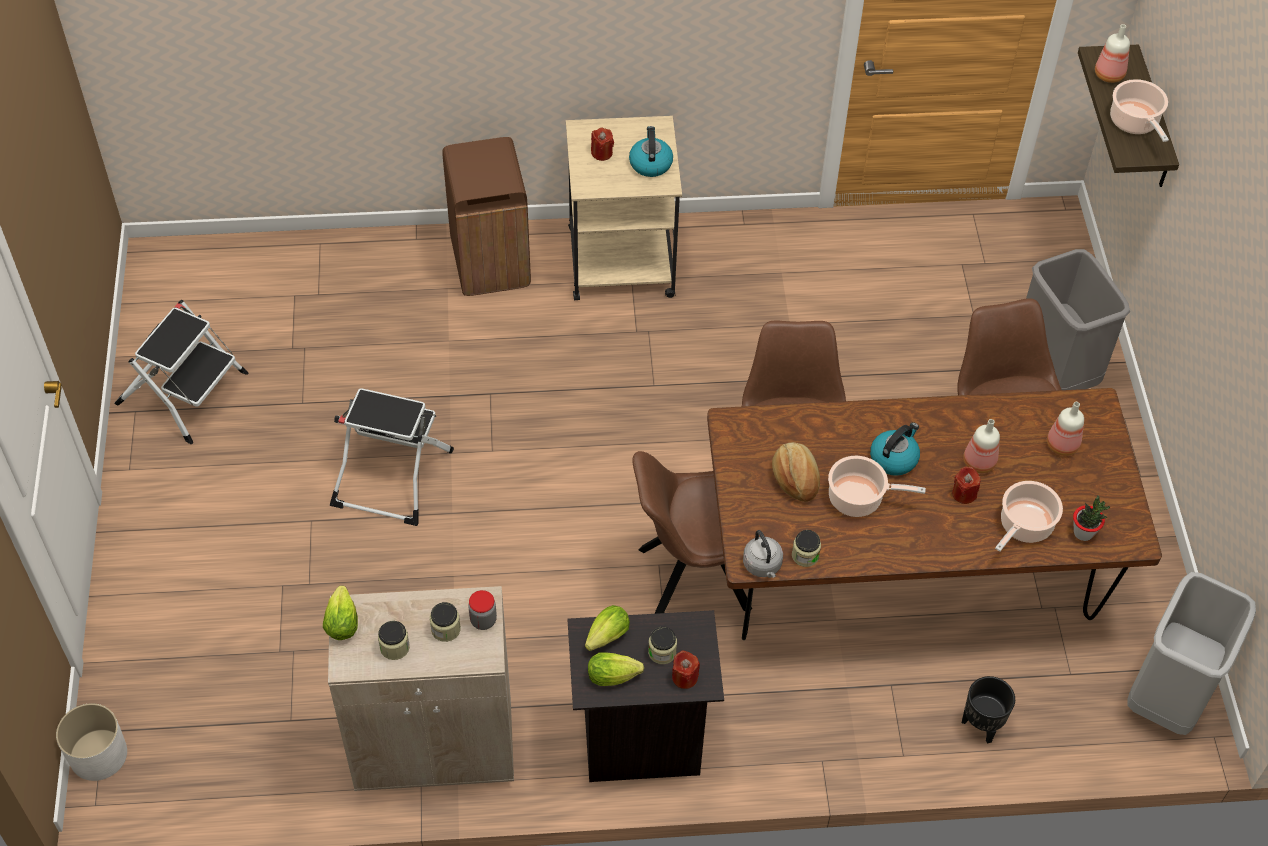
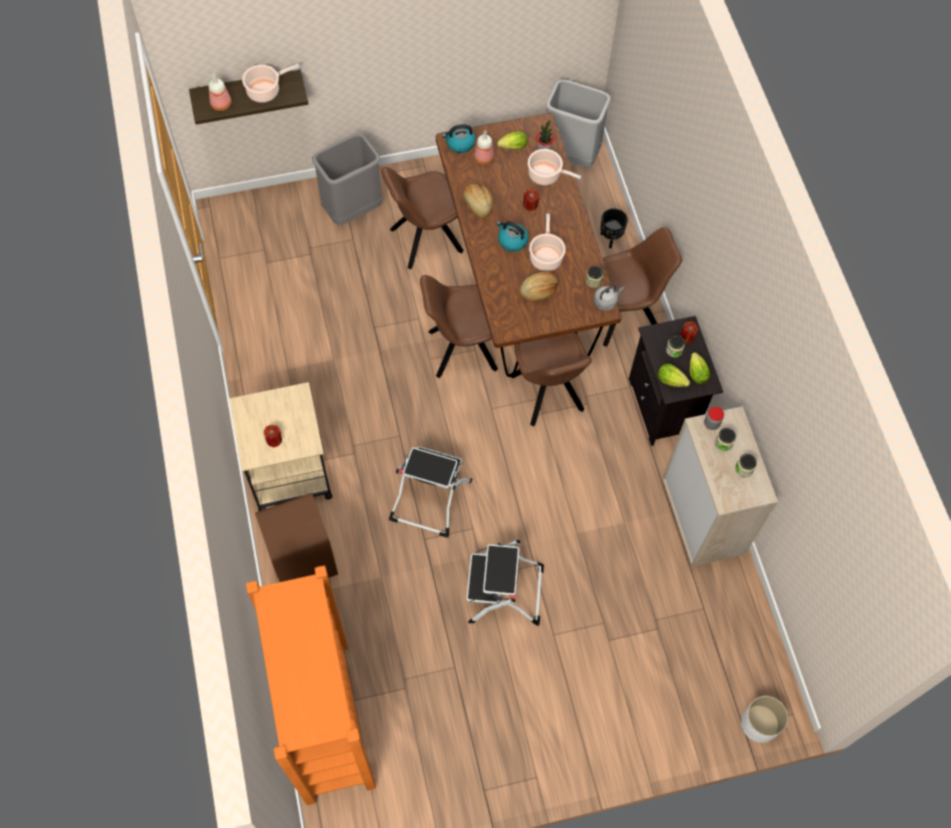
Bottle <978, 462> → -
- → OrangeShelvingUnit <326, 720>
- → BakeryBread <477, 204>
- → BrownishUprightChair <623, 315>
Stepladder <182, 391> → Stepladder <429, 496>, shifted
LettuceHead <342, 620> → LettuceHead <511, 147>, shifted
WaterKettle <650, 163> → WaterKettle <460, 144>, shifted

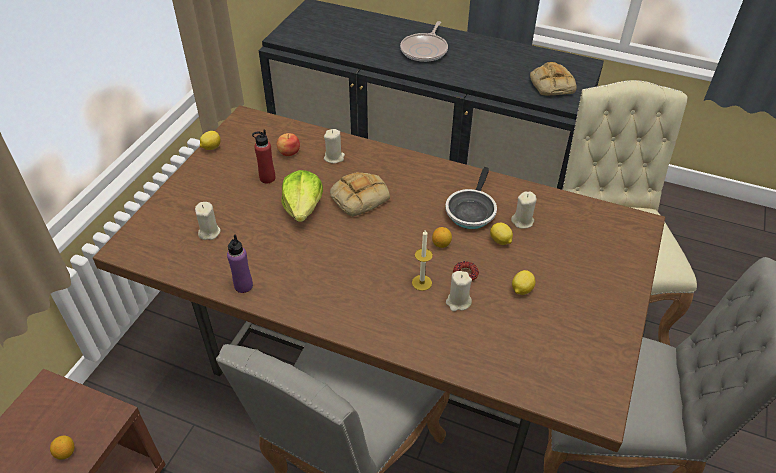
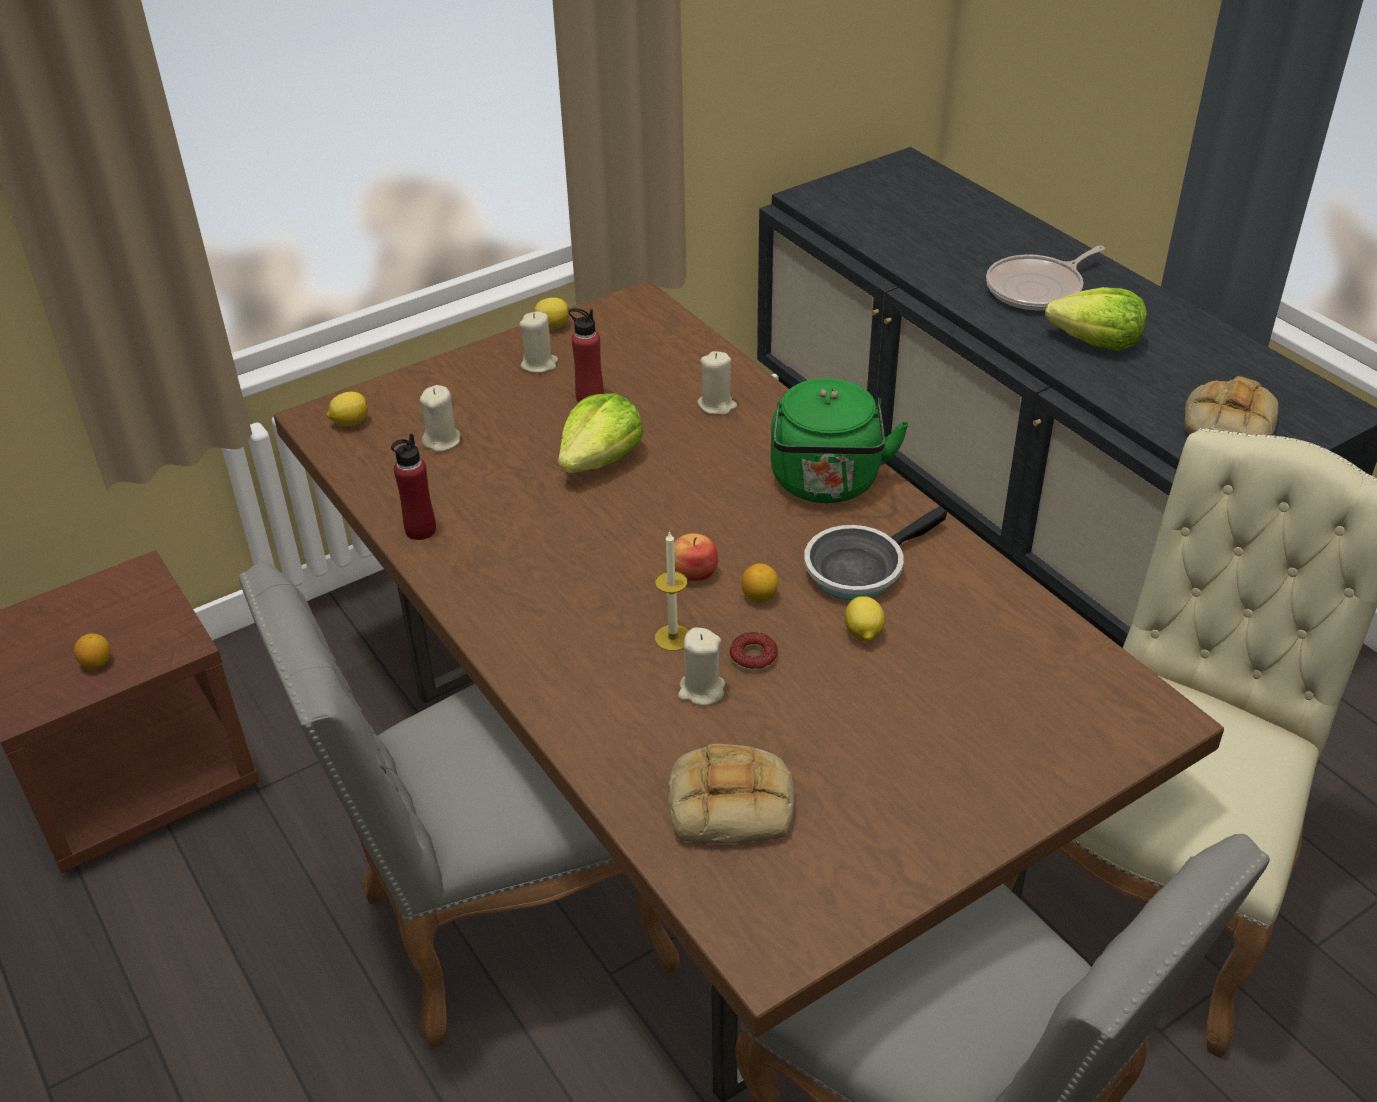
- → GreenWaterKettle <826, 484>
- → LettuceHead <1096, 342>
WholeApple <289, 152> → WholeApple <693, 572>, shifted
BakeryBread <360, 197> → BakeryBread <733, 802>, shifted
SandColouredWaxCandle <522, 221> → SandColouredWaxCandle <539, 364>, shifted
WholeLemon <521, 290> → WholeLemon <350, 423>, shifted
PurpleBottle <243, 286> → RedBottle <420, 530>

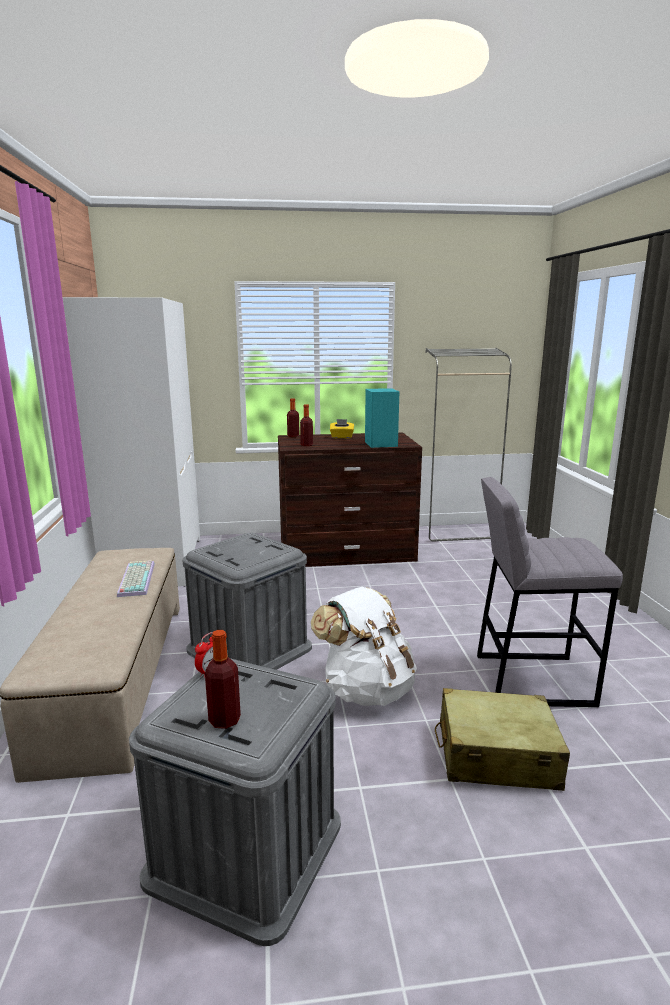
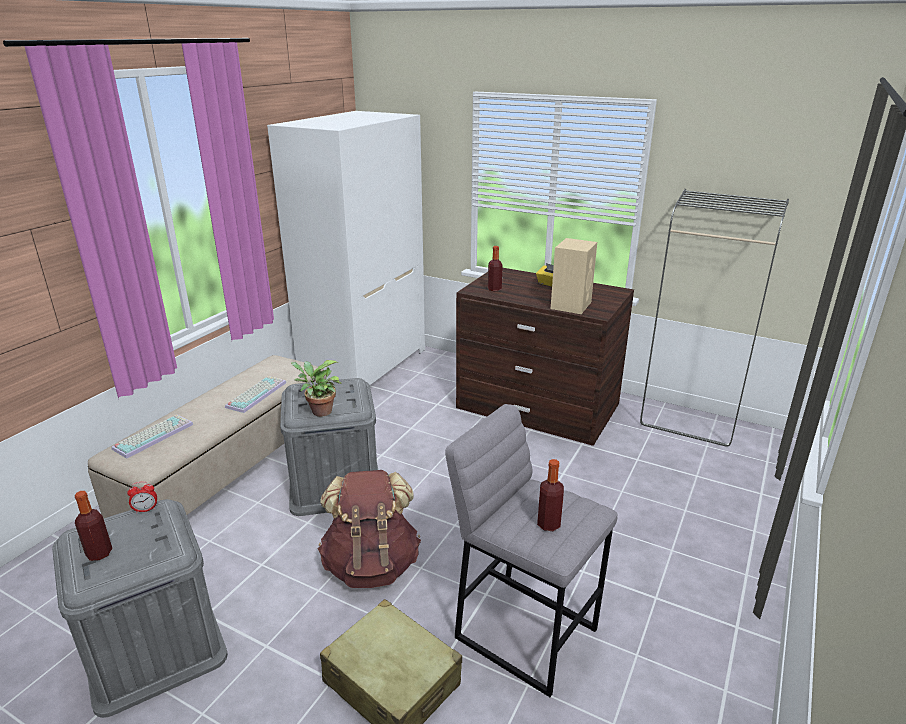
- → PcKeyboard <153, 435>
- → PlantInAPot <319, 411>
Bottle <293, 436> → Bottle <548, 524>, shifted
WhiteRucksack <366, 690> → BrownishRucksack <371, 565>
BlueGreenSpeaker <380, 444> → SandColouredSpeaker <571, 305>

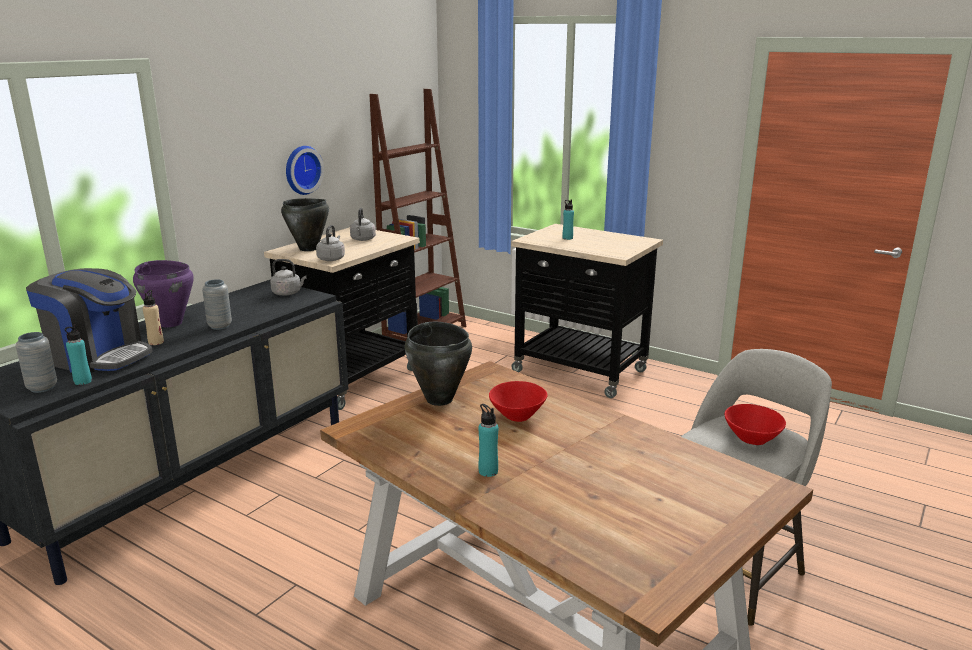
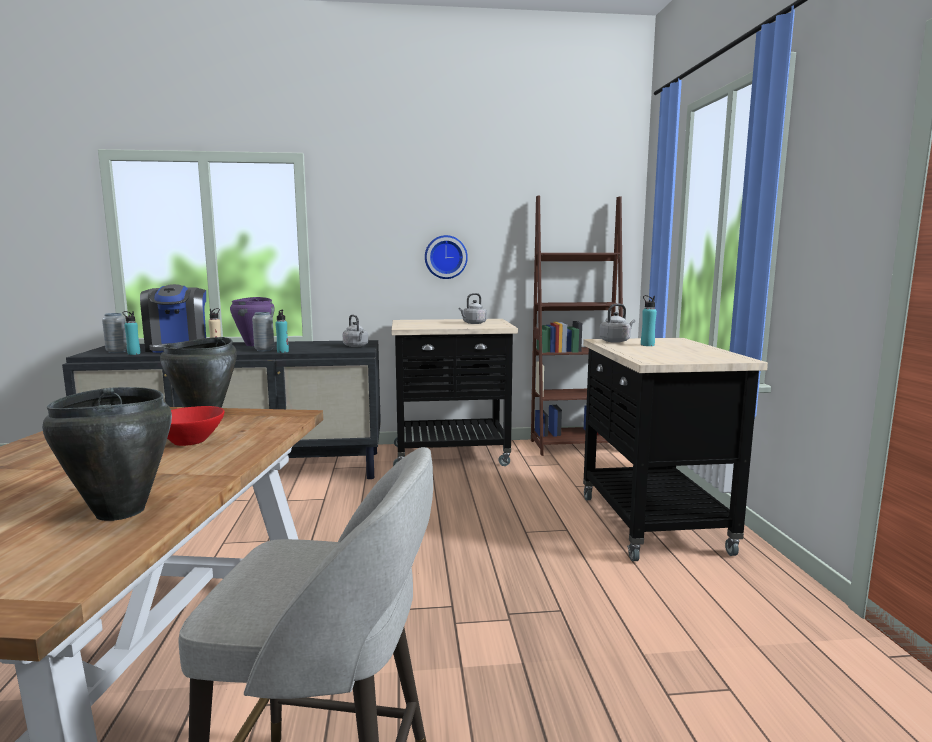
RedServingBowl <752, 440> → -
BlackStockpot <308, 249> → BlackStockpot <119, 512>, shifted
GrayWaterKettle <331, 259> → GrayWaterKettle <616, 341>, shifted
BlueGreenBottle <488, 471> → BlueGreenBottle <283, 351>, shifted

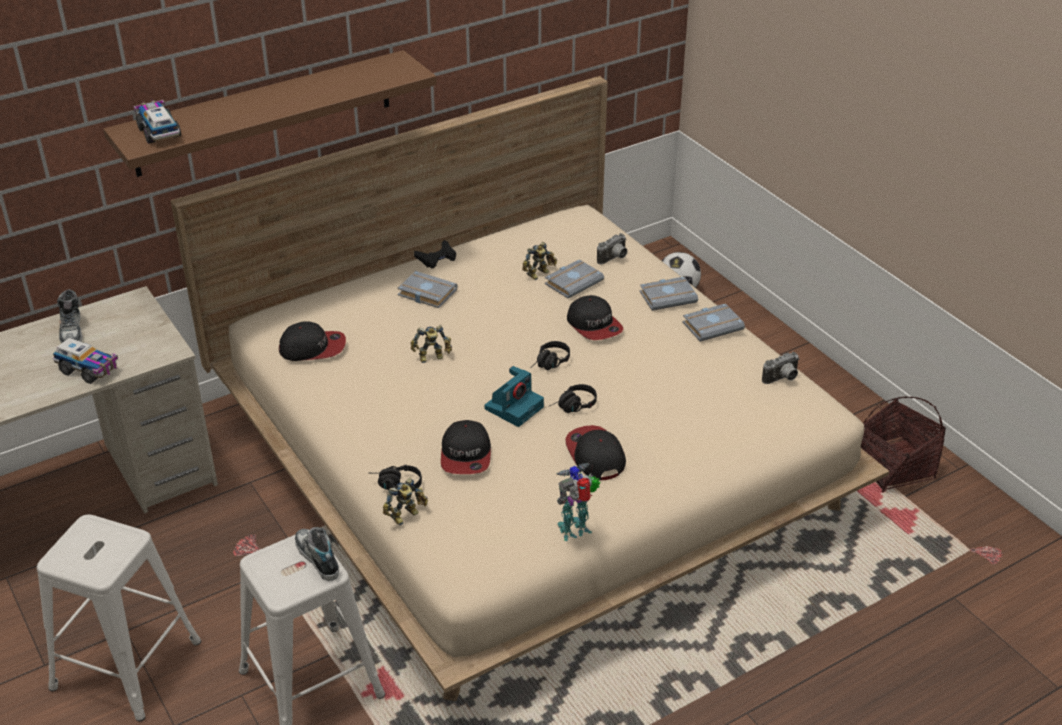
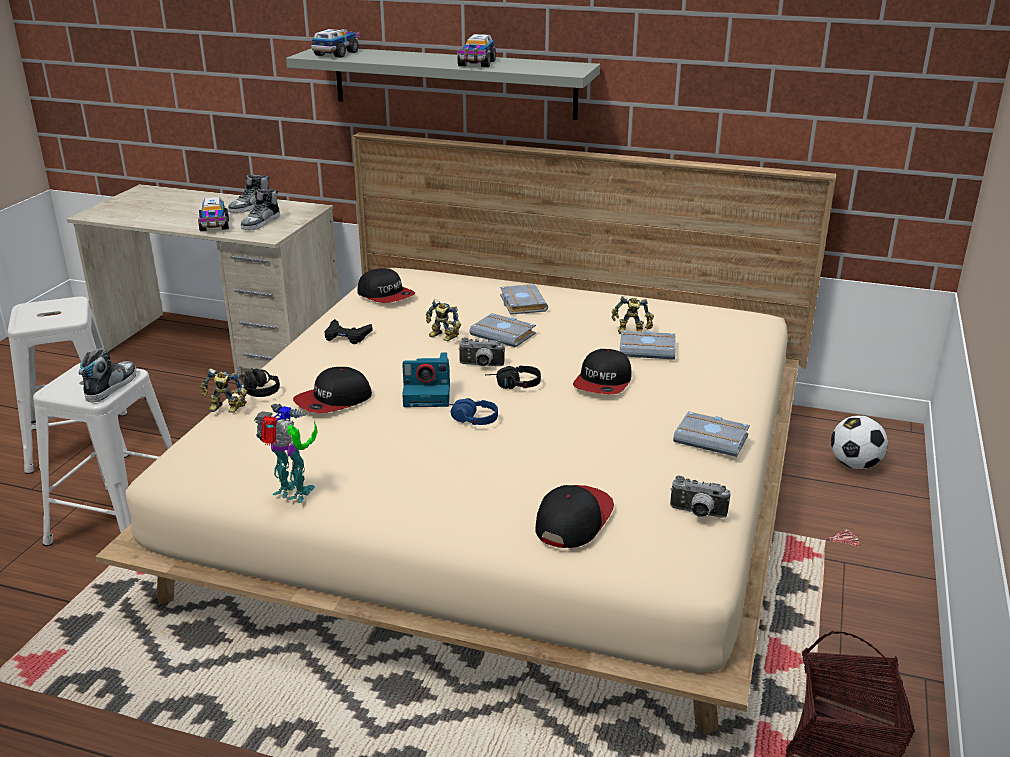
- → LowShoe <261, 223>
- → ToyLorry <476, 63>
BlackJoypad <437, 258> → BlackJoypad <347, 336>, shifted
Cap <595, 455> → Cap <573, 519>, shifted
StillCamera <614, 258> → StillCamera <481, 366>, shifted
GrayVolume <668, 296> → GrayVolume <505, 334>, shifted
BrownishBracketShelf <264, 113> → GrayBracketShelf <453, 82>
BlackHeadphones <573, 407> → BlueColouredHeadphones <469, 419>

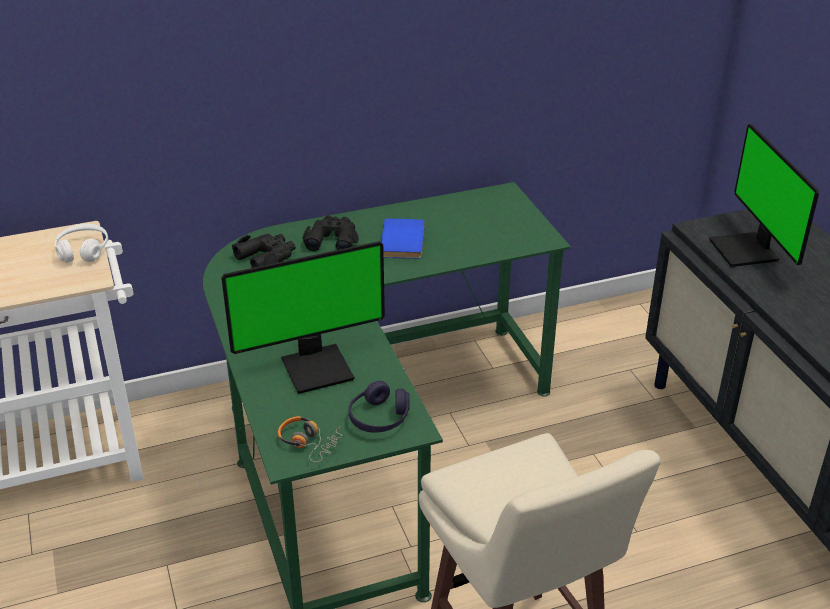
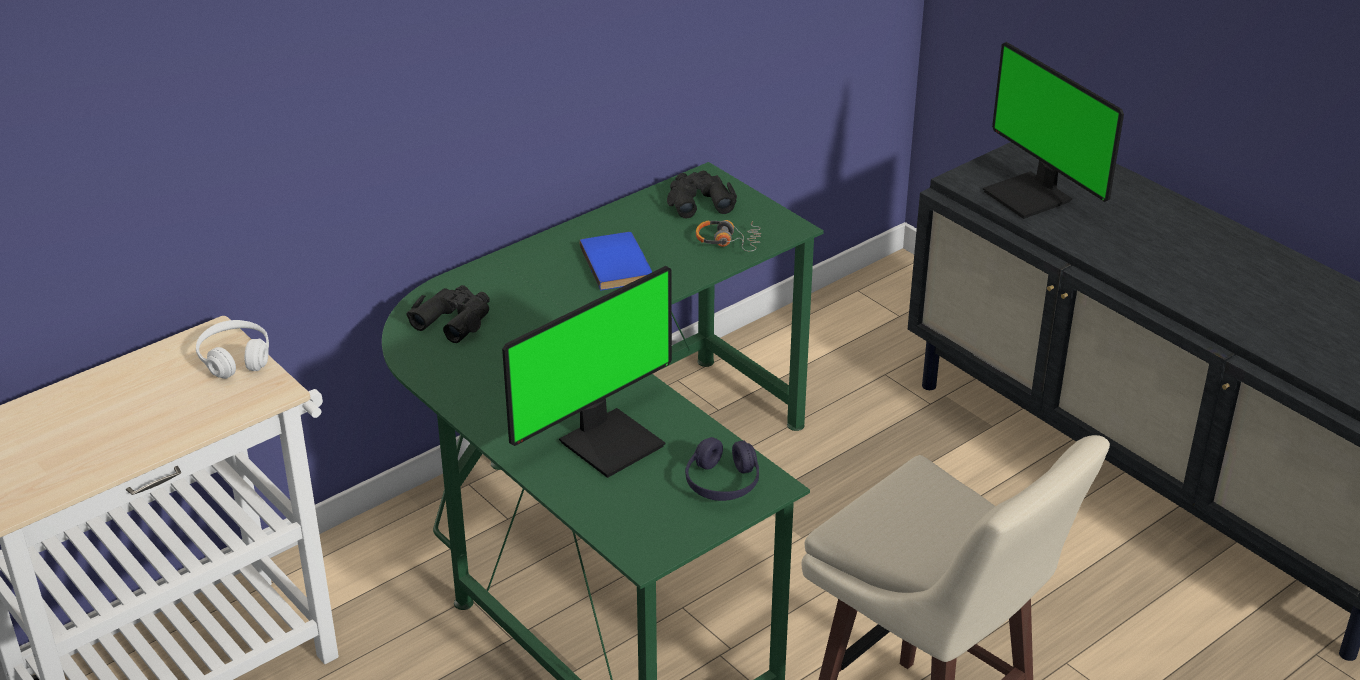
Headphones <309, 442> → Headphones <728, 241>, shifted
BlackFieldGlasses <332, 239> → BlackFieldGlasses <699, 201>, shifted

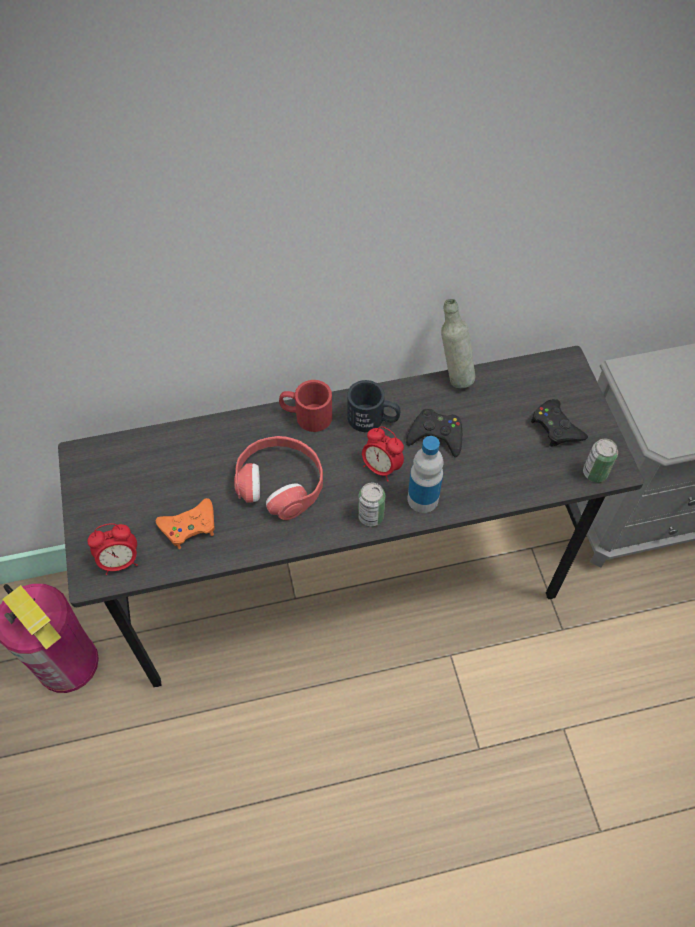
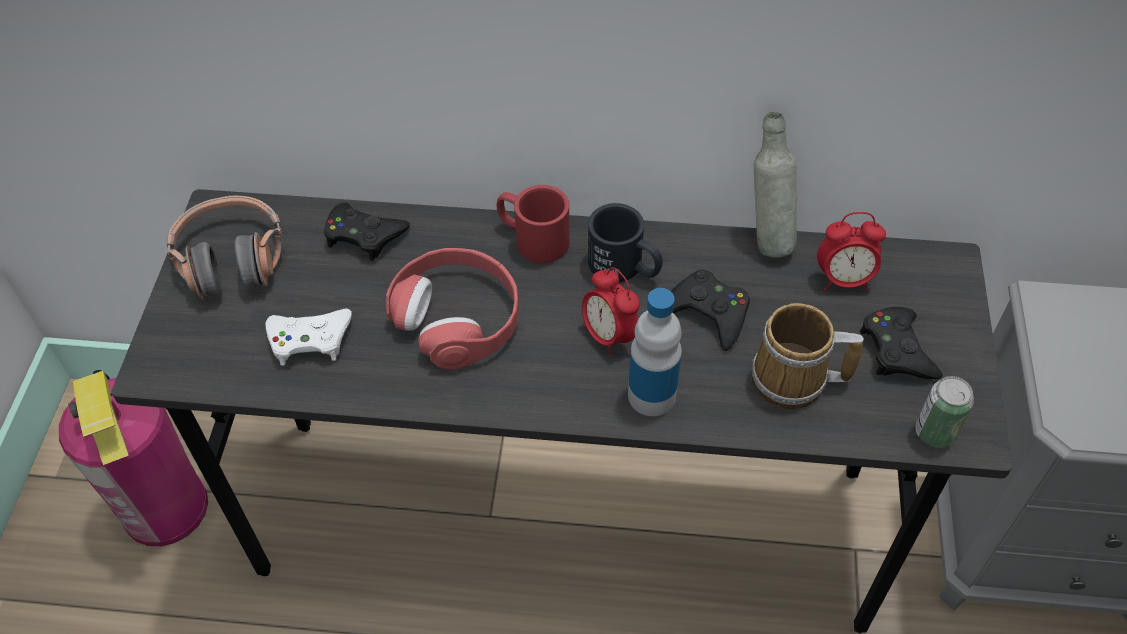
MetalCan <371, 516> → -
- → Headphones <231, 260>
- → BlackJoypad <364, 235>
- → TeaMug <794, 381>
TableClock <120, 561> → TableClock <843, 280>, shifted
OrangeJoypad <189, 526> → WhiteJoypad <310, 339>

